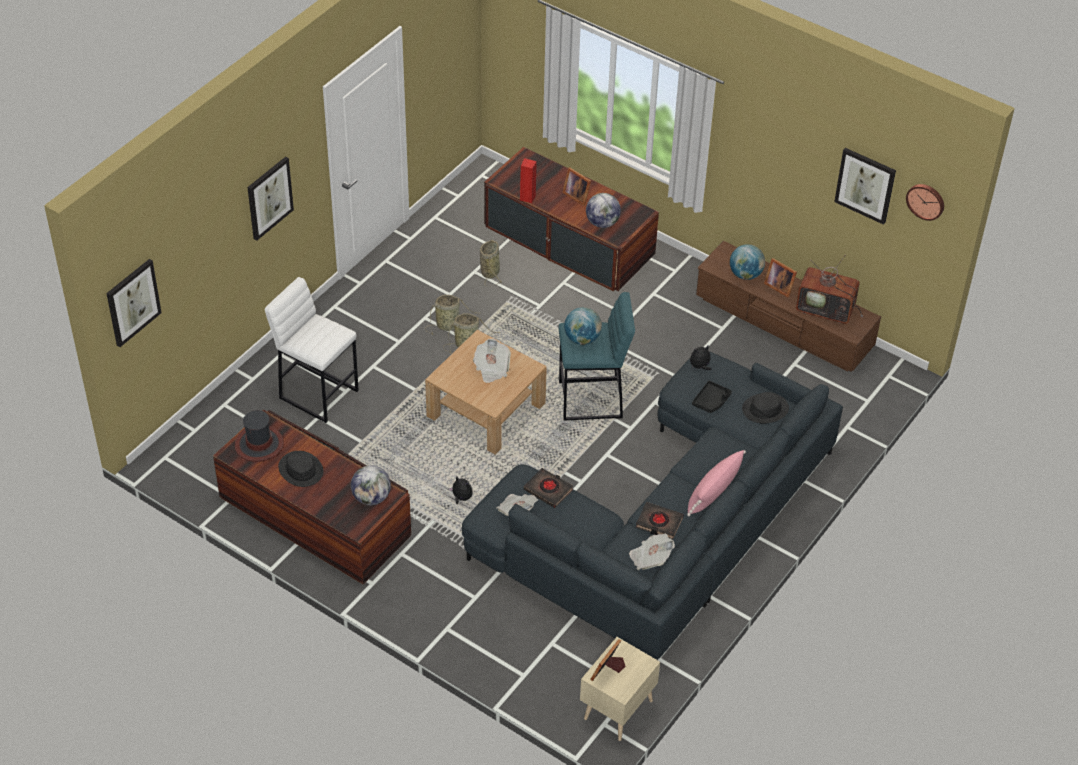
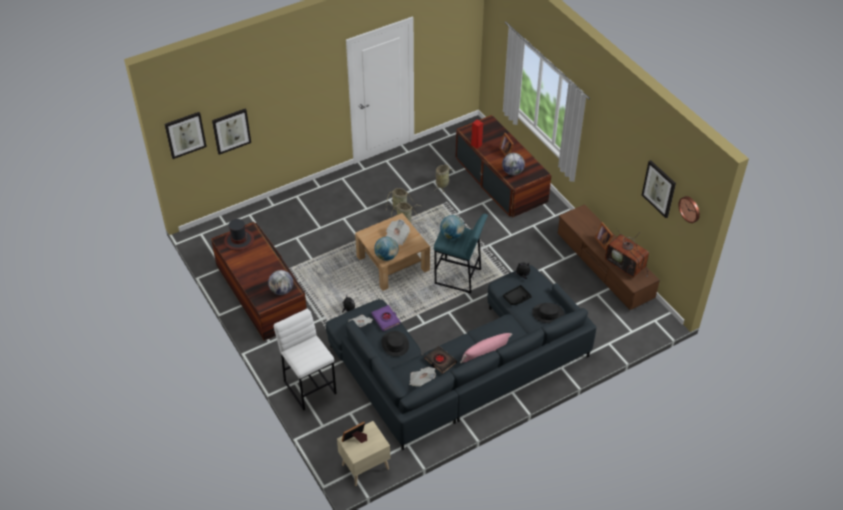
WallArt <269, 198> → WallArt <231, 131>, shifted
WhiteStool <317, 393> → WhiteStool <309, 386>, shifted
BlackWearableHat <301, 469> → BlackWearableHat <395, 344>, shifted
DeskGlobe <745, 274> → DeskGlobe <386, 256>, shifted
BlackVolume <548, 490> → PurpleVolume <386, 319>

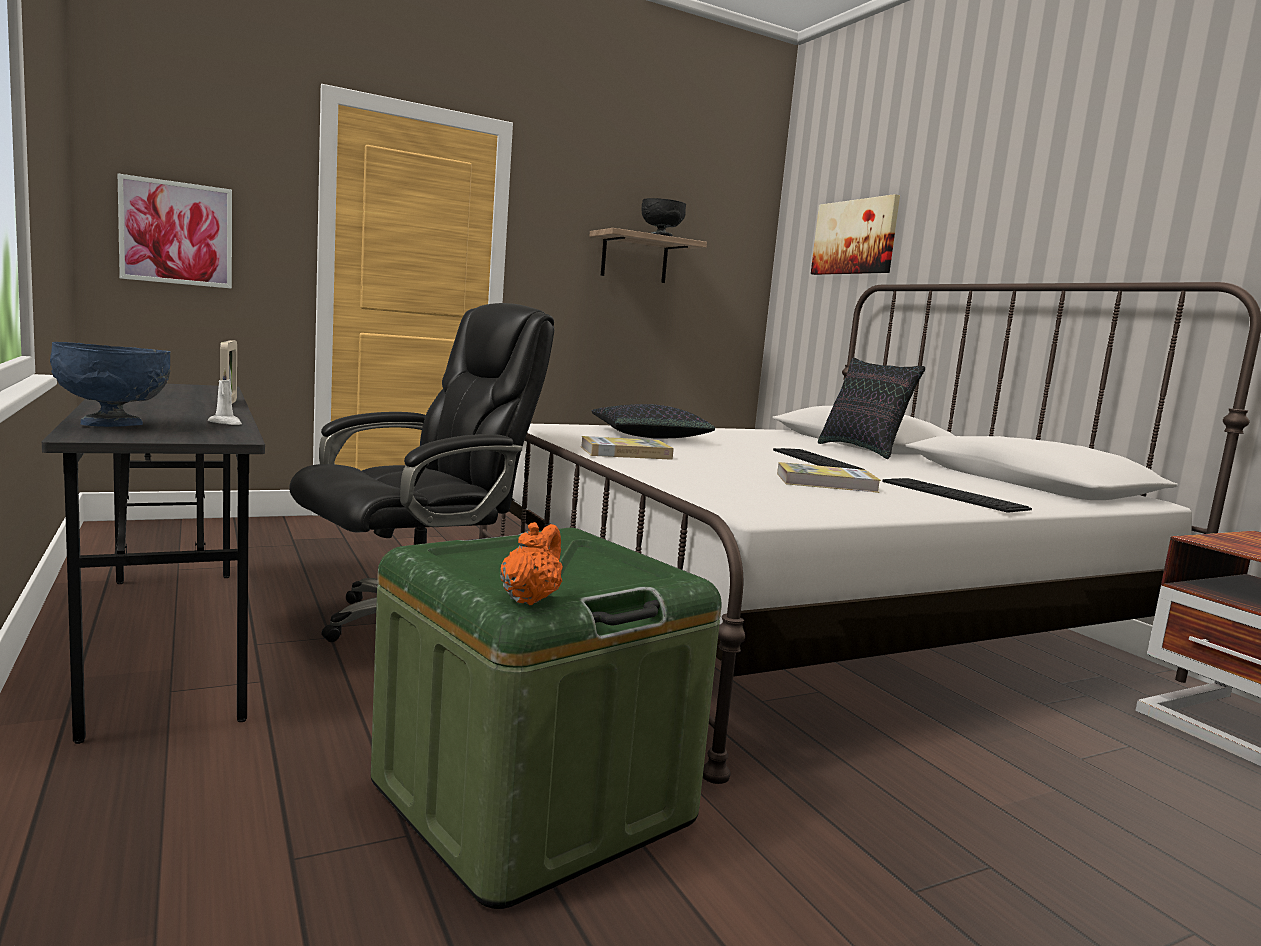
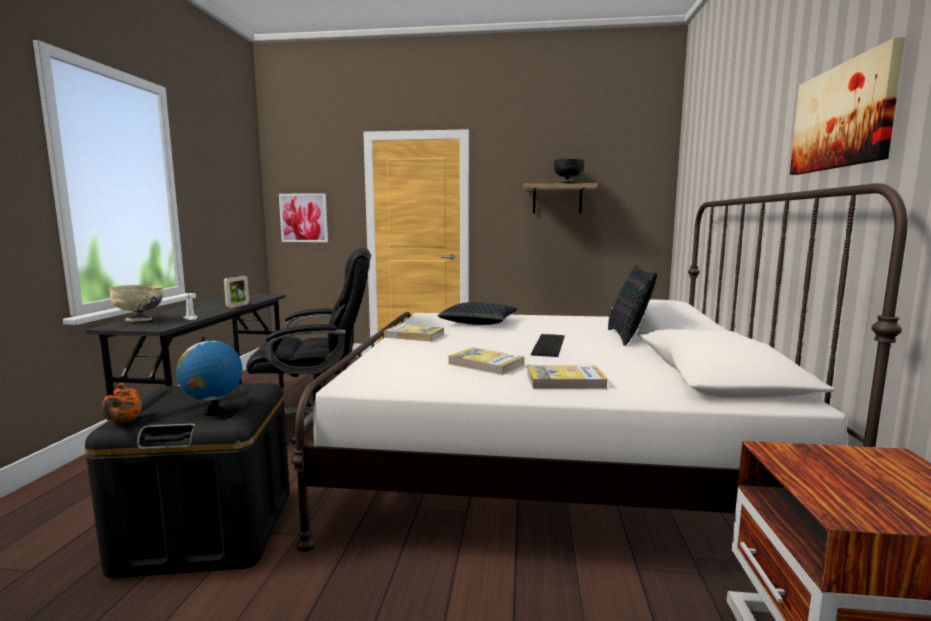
- → DeskGlobe <213, 412>
WallArt <855, 237> → WallArt <843, 117>, shifted
PcKeyboard <952, 495> → Volume <565, 381>
BlueColouredServingBowl <114, 425> → SandColouredServingBowl <139, 320>
GreenStorageBin <532, 801> → BlackStorageBin <208, 530>
OrangeTeapot <530, 599> → OrangeTeapot <124, 422>, 120 degrees clockwise

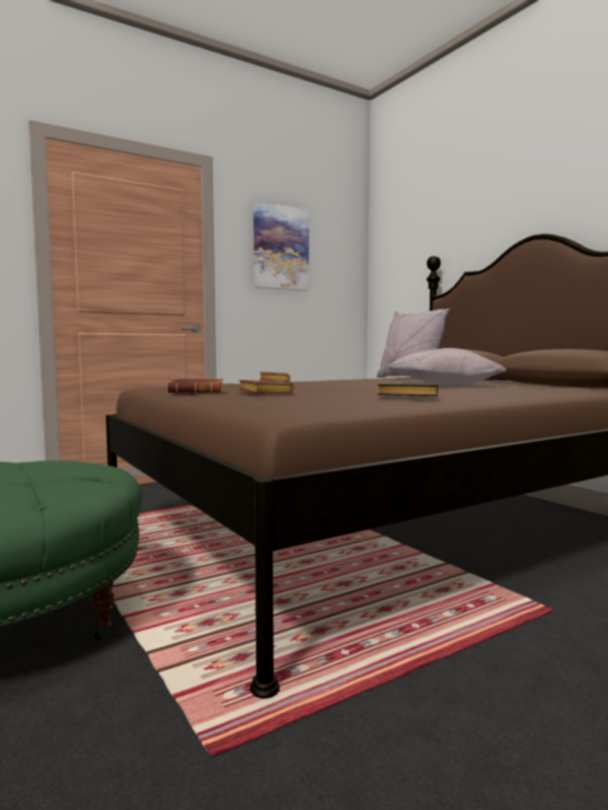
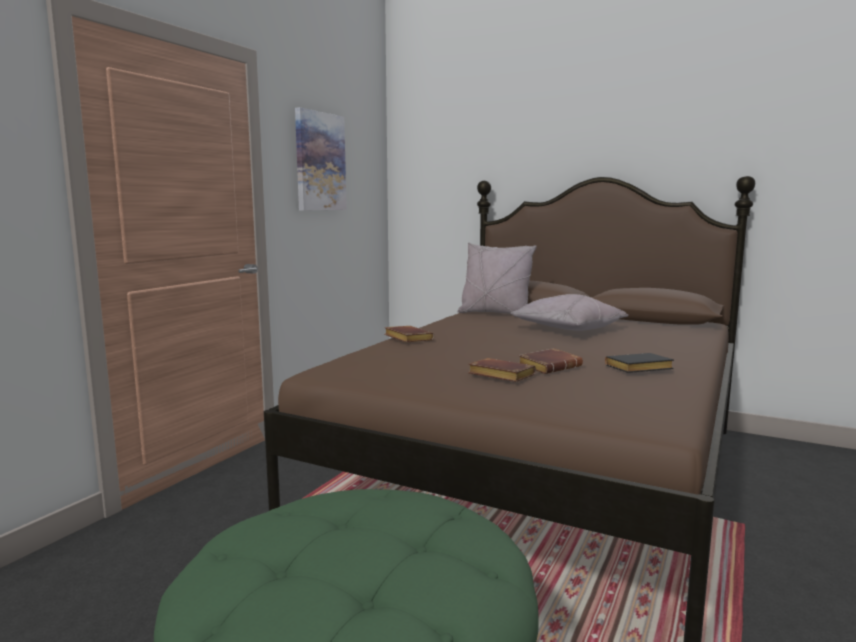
BrownishVolume <198, 391> → BrownishVolume <549, 366>, shifted

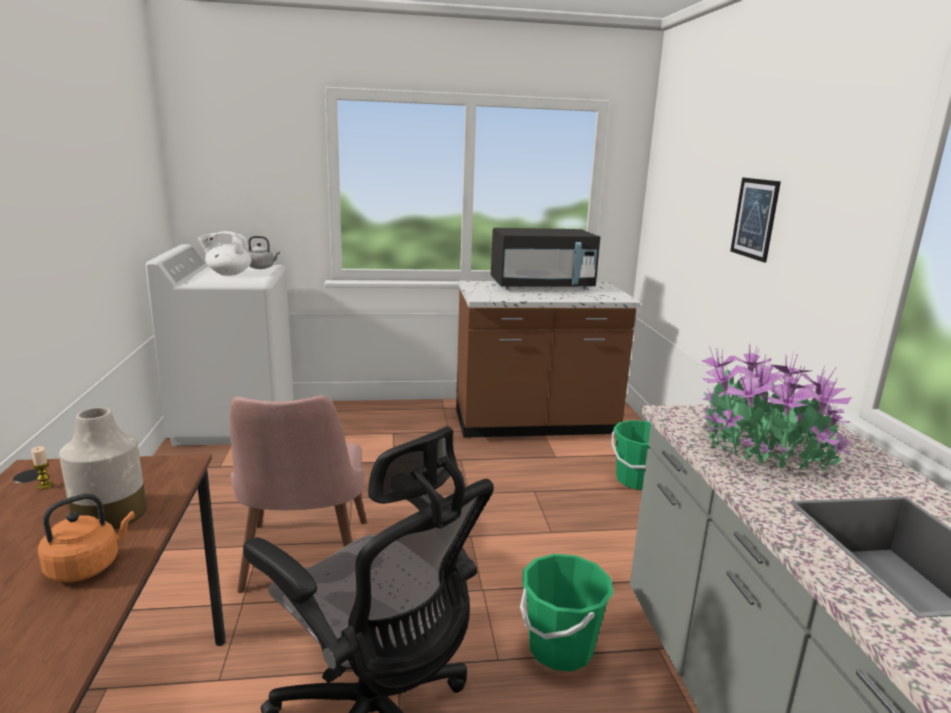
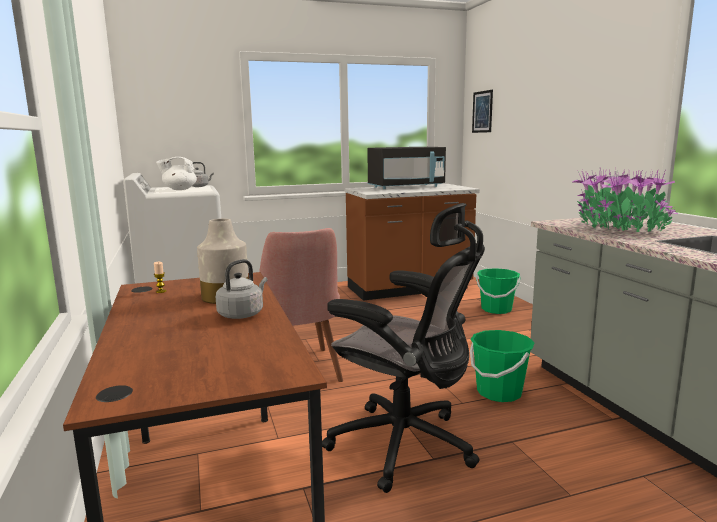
WallArt <754, 218> → WallArt <482, 112>, shifted
OrangeWaterKettle <87, 566> → GrayWaterKettle <242, 314>

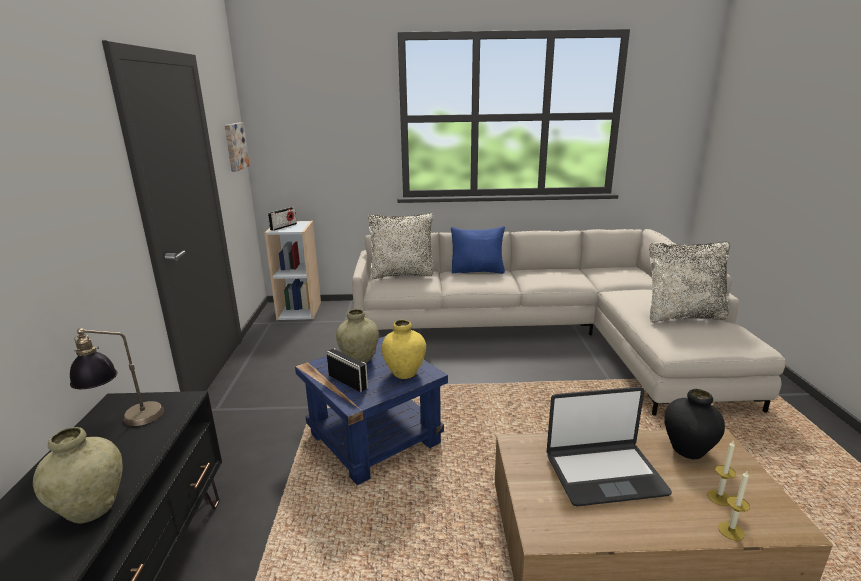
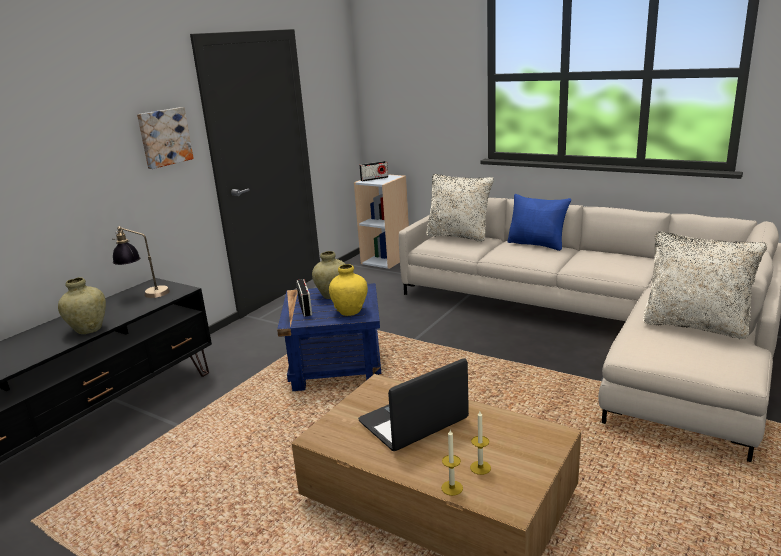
BlackFlowerVase <687, 450> → -
WallArt <234, 146> → WallArt <164, 137>, shifted
NotebookComputer <604, 473> → NotebookComputer <414, 422>, 120 degrees clockwise

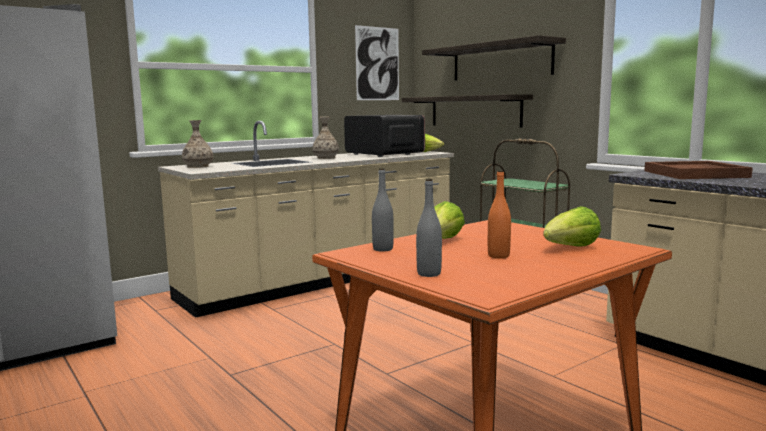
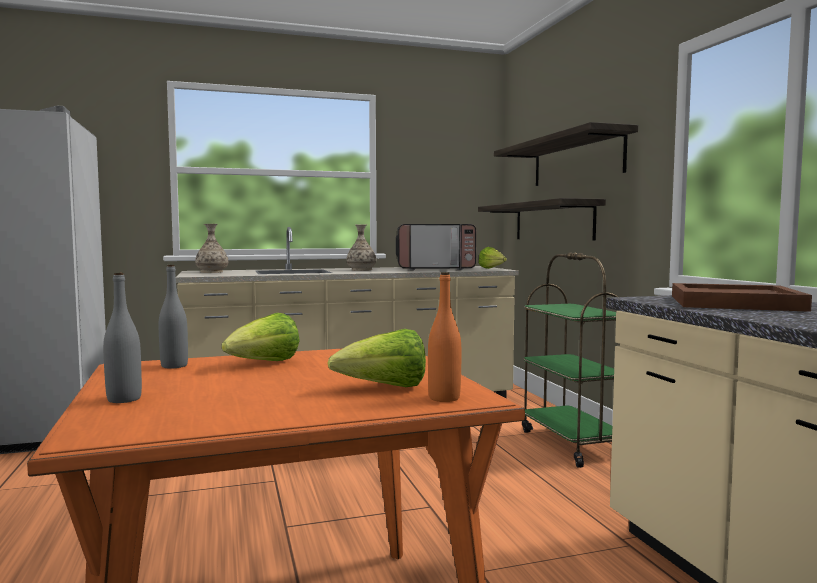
WallArt <377, 64> → -
OrangeBottle <498, 256> → OrangeBottle <444, 398>, shifted
KitchenMicrowave <384, 154> → KitchenMicrowave <435, 269>, 105 degrees clockwise

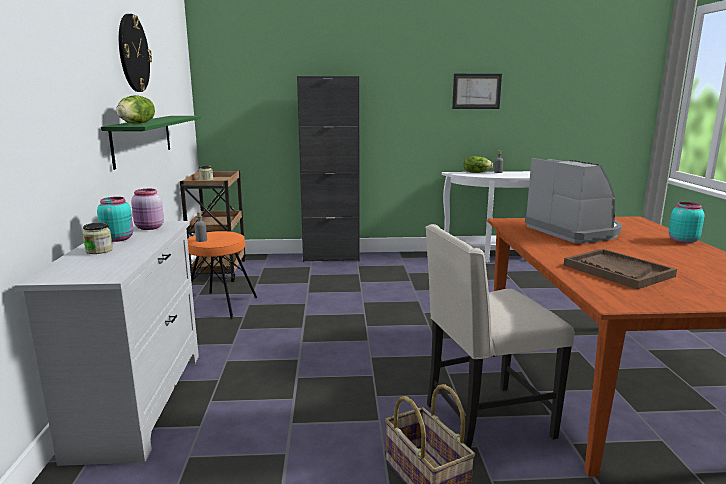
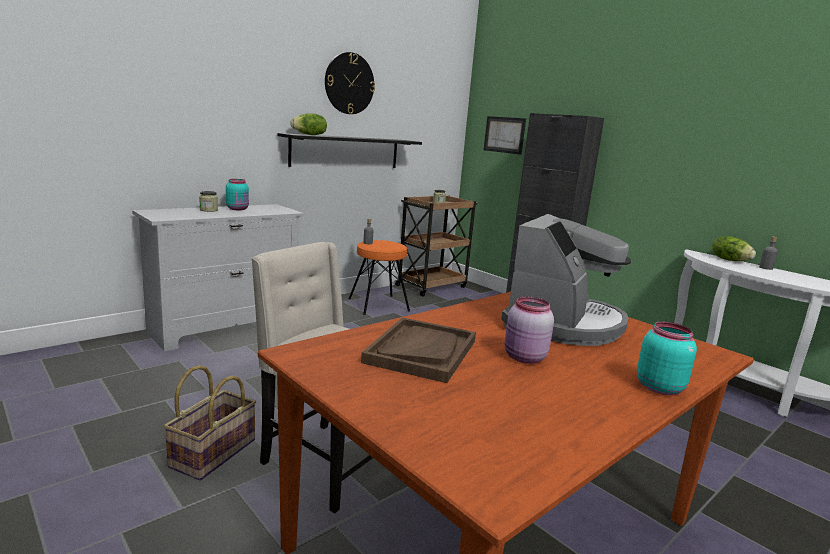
PinkishPreserveJar <149, 228> → PinkishPreserveJar <524, 358>, shifted
WallArt <476, 91> → WallArt <504, 135>, shifted
GreenBracketShelf <143, 139> → BlackBracketShelf <346, 152>

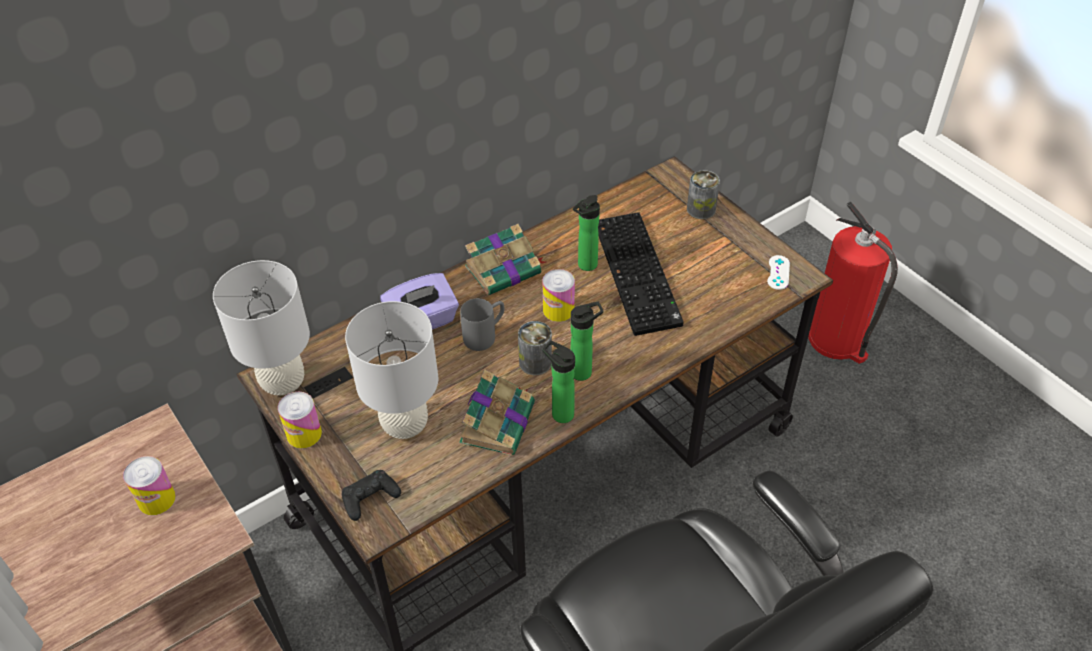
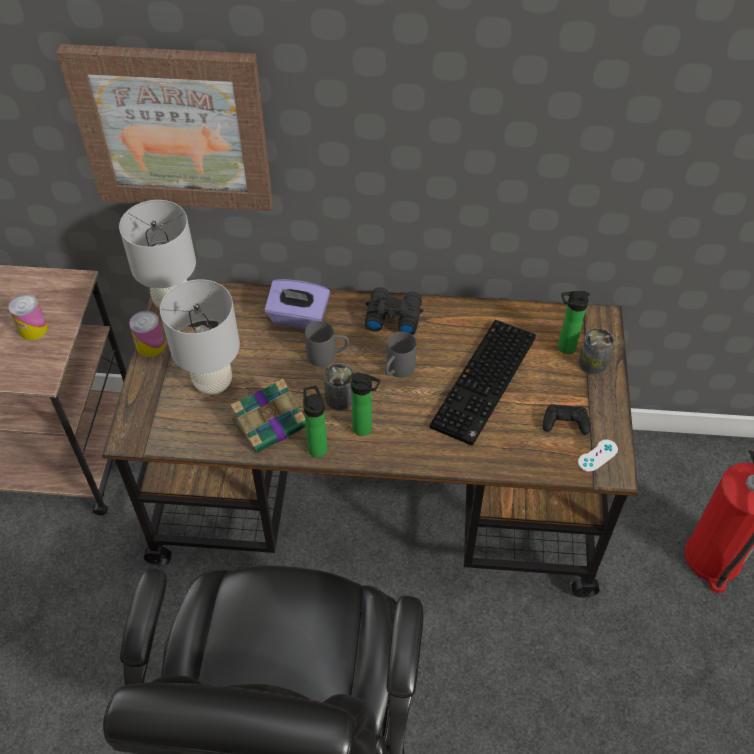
- → WallArt <174, 128>
BlackJoypad <370, 498> → BlackJoypad <565, 423>, shifted
Bottle <585, 266> → Bottle <563, 347>, shifted
Volume <505, 269> → BlackFieldGlasses <392, 316>
MetalCan <558, 310> → GrayTeaMug <397, 371>

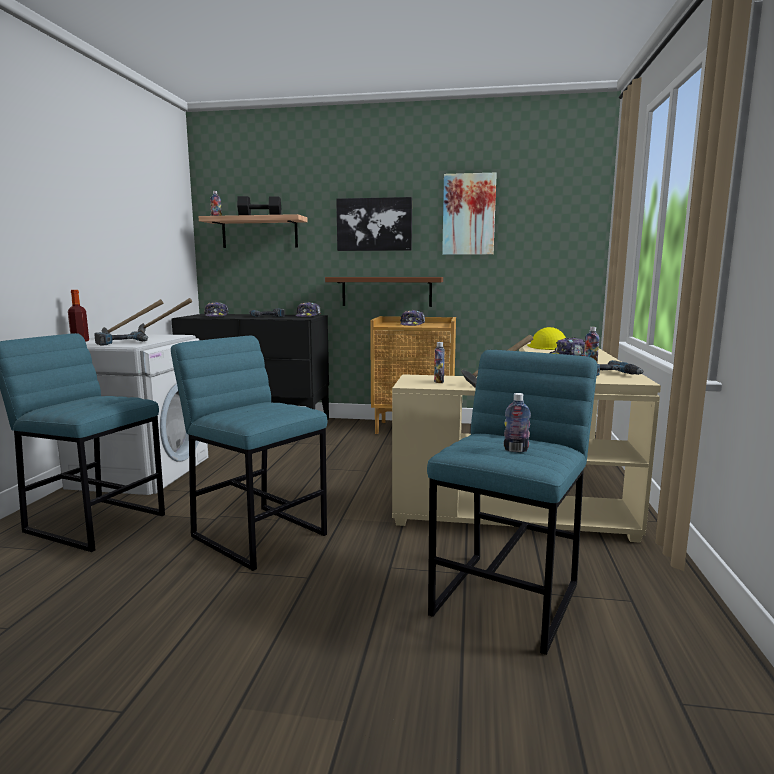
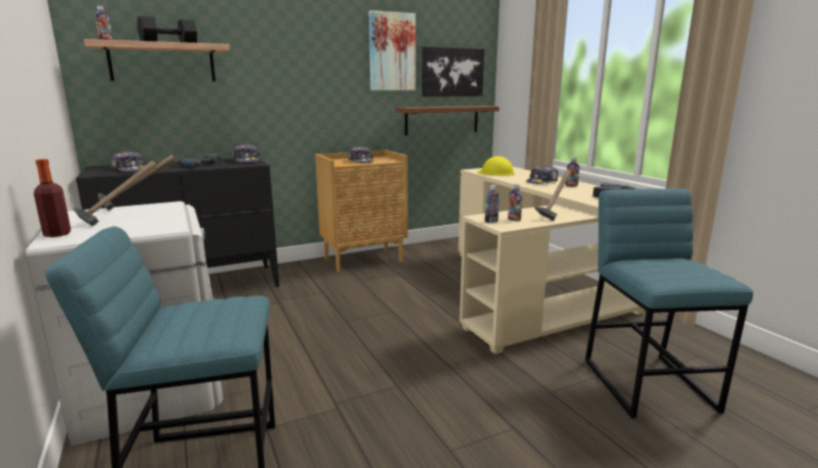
PowerDrill <122, 343> → -
BlueColouredStool <257, 534> → -
BrownishBracketShelf <386, 291> → BrownishBracketShelf <442, 120>, shifted
WallArt <374, 224> → WallArt <452, 72>, shifted
Bottle <516, 450> → Bottle <491, 221>, shifted

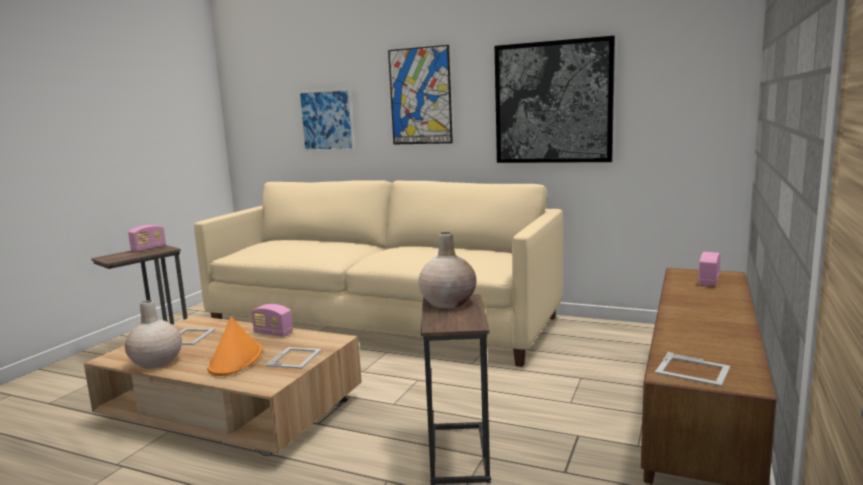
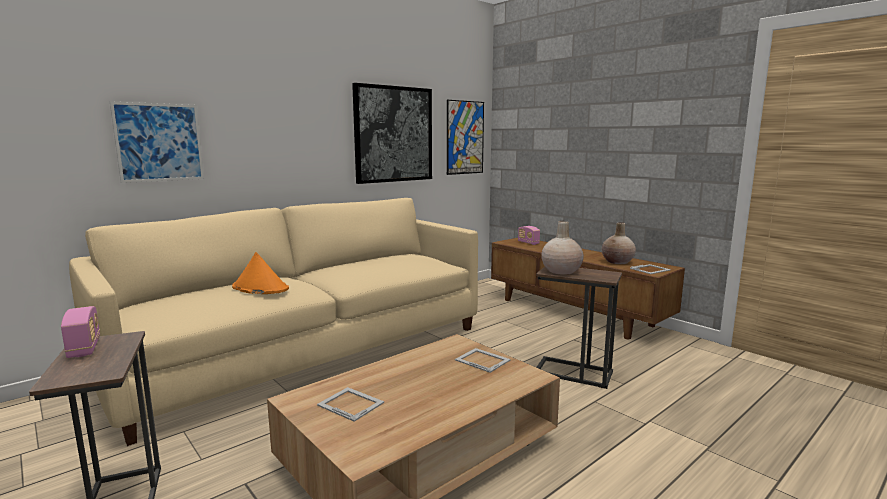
RadioSet <273, 333> → -
SandColouredFlowerVase <156, 362> → SandColouredFlowerVase <617, 262>, shifted
OrangeWearableHat <236, 360> → OrangeWearableHat <260, 288>, shifted
WallArt <420, 96> → WallArt <465, 137>, shifted

